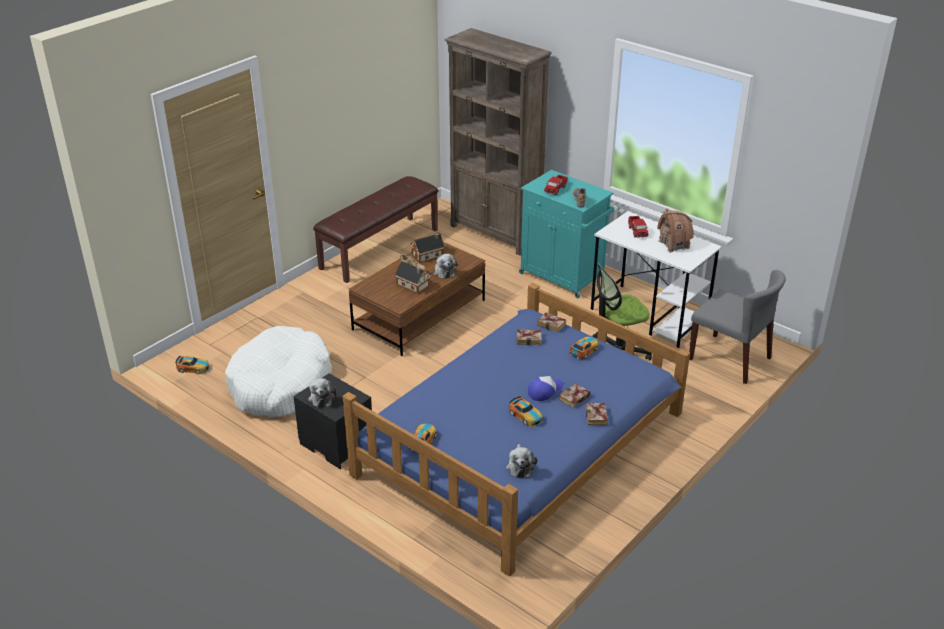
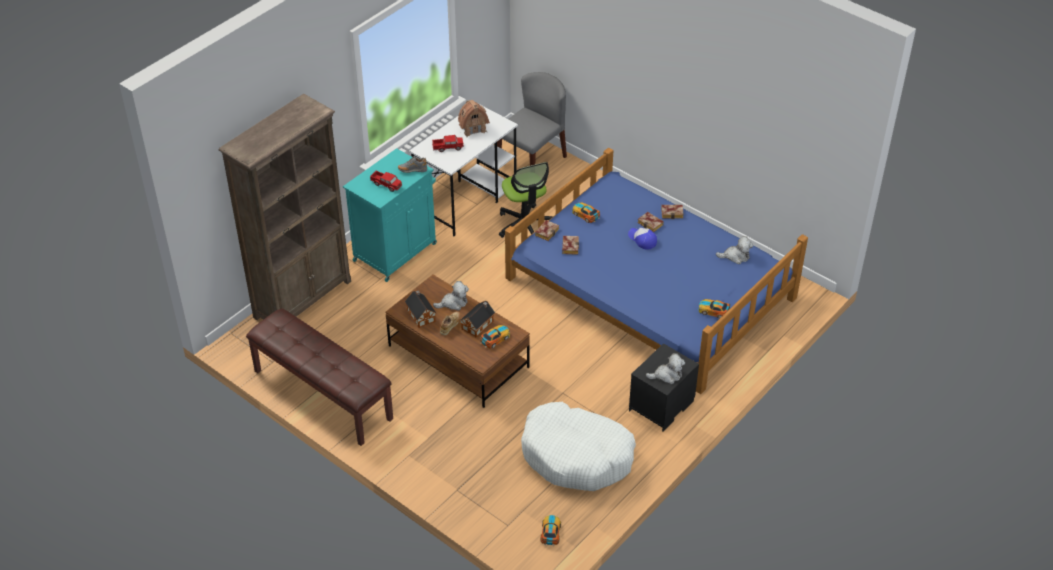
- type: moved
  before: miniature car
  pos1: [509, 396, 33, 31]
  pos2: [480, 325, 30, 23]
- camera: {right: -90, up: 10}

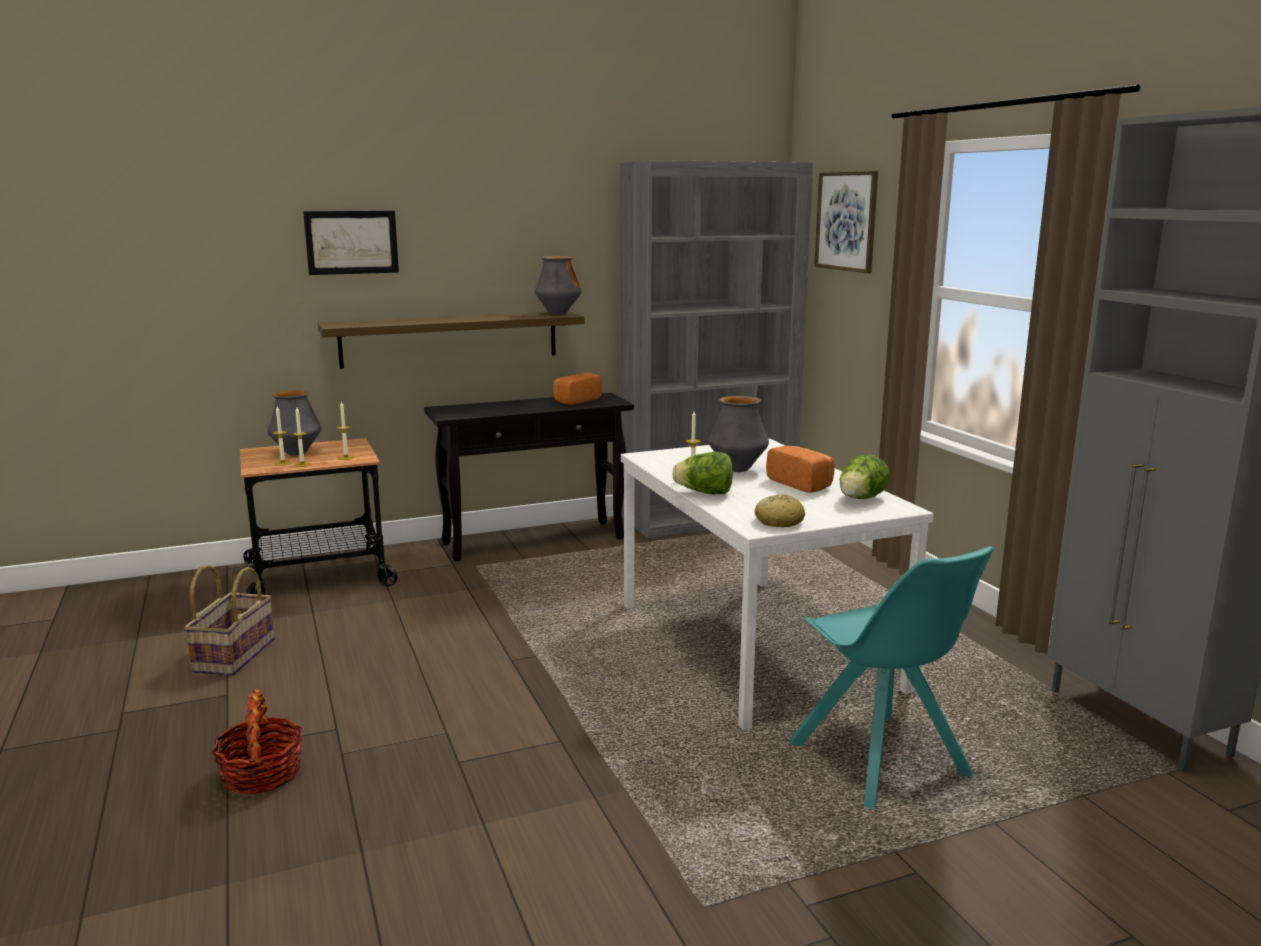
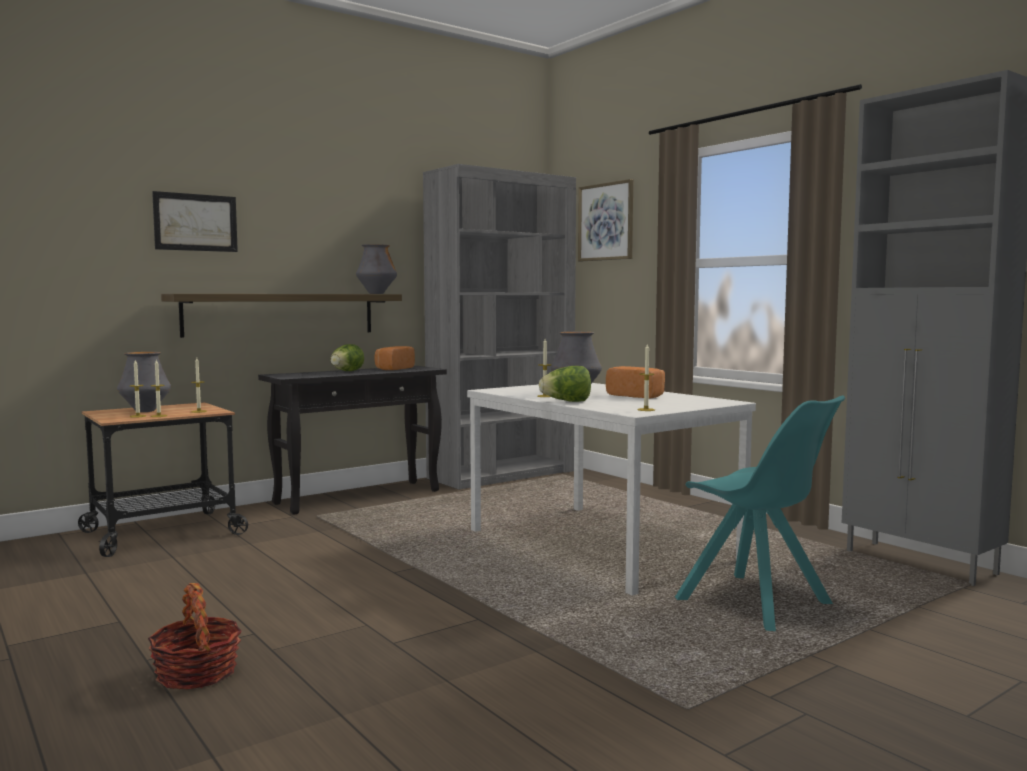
- type: moved
  before: lettuce
  pos1: [840, 455, 50, 44]
  pos2: [330, 344, 34, 27]
- type: replaced
  before: bread
  after: wax candle
  pos1: [755, 494, 50, 33]
  pos2: [637, 344, 18, 67]
- type: removed
  before: basket
  pos1: [184, 564, 91, 112]
- camera: {right: -15, up: -10}

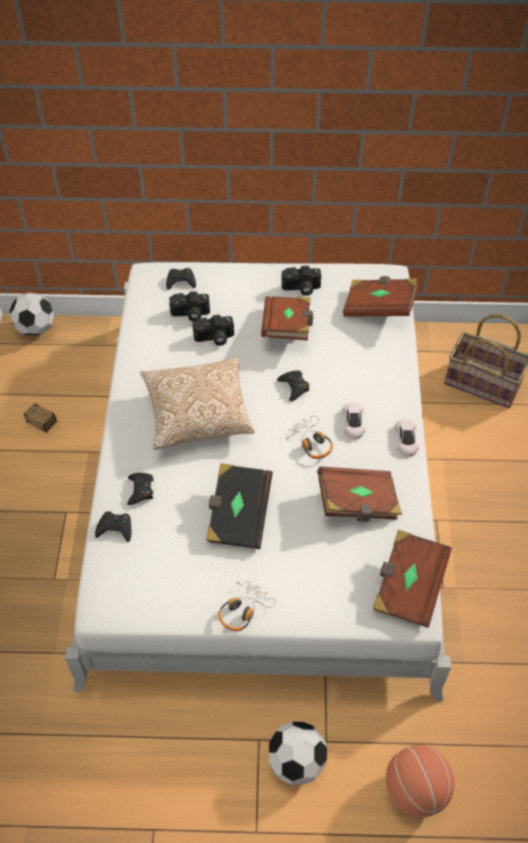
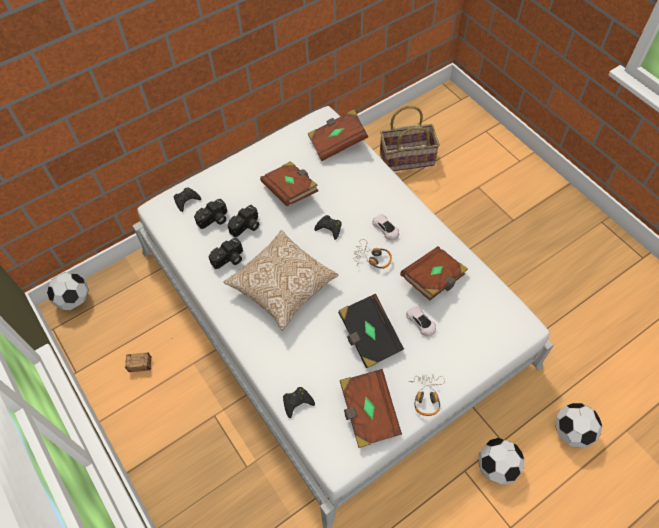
- type: moved
  before: still camera
  pos1: [281, 266, 40, 30]
  pos2: [208, 238, 35, 31]
- type: moved
  before: book (brownish)
  pos1: [373, 530, 79, 97]
  pos2: [340, 369, 62, 79]
- type: moved
  before: miniature car (white-coloured)
  pos1: [395, 419, 24, 38]
  pos2: [406, 306, 30, 31]
- type: replaced
  before: ball for basketball
  after: ball for football
  pos1: [386, 745, 69, 73]
  pos2: [555, 403, 47, 45]
- type: removed
  before: joypad (black-coloured)
  pos1: [127, 473, 27, 32]
- camera: {right: -35, up: 5}

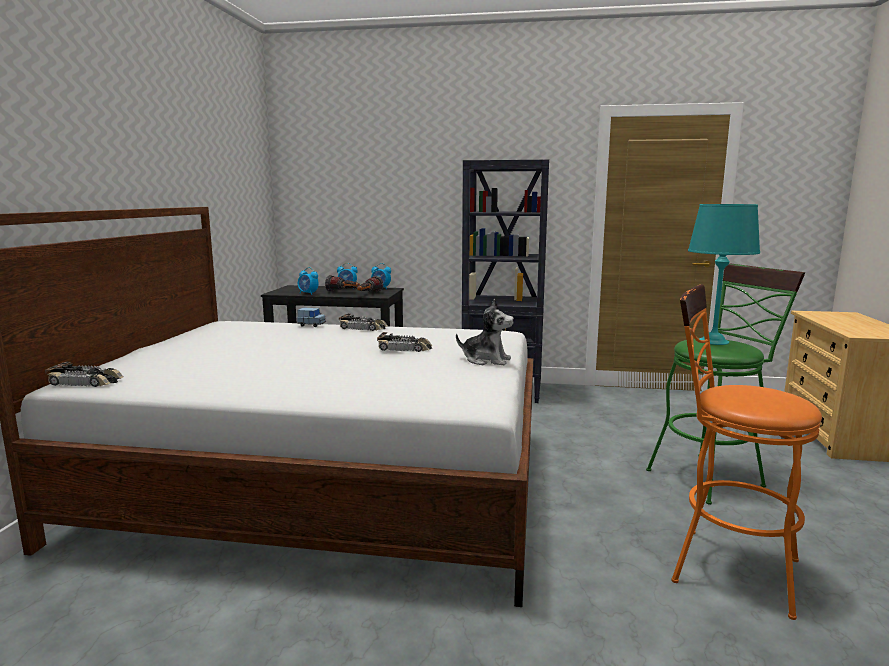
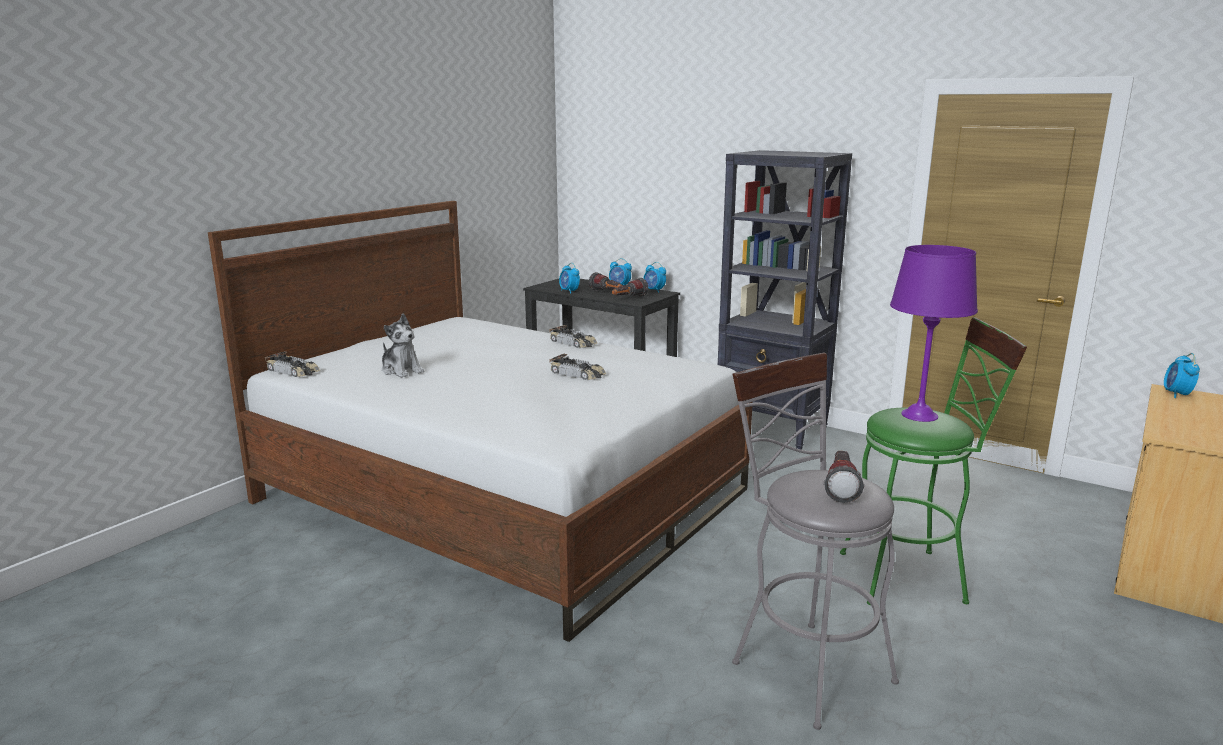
- type: moved
  before: plush toy
  pos1: [456, 299, 58, 67]
  pos2: [382, 314, 42, 64]
- type: recoloured
  before: stool seat (orange-coloured)
  after: stool seat (greyish)
  pos1: [671, 284, 151, 336]
  pos2: [732, 353, 167, 377]
- type: added
  after: torch
  pos2: [824, 451, 40, 52]
- type: recoloured
  before: table lamp (blue-green)
  after: table lamp (purple)
  pos1: [688, 204, 72, 141]
  pos2: [890, 245, 88, 177]
- type: added
  after: bedside clock
  pos2: [1164, 353, 36, 45]
- type: removed
  before: miniature car (blue-coloured)
  pos1: [297, 308, 29, 19]
- camera: {right: 25, up: 5}

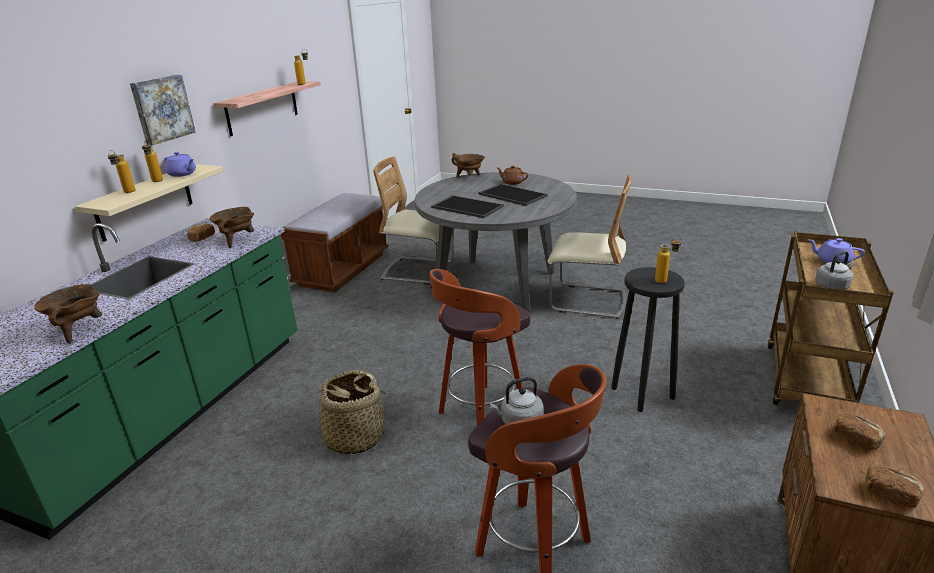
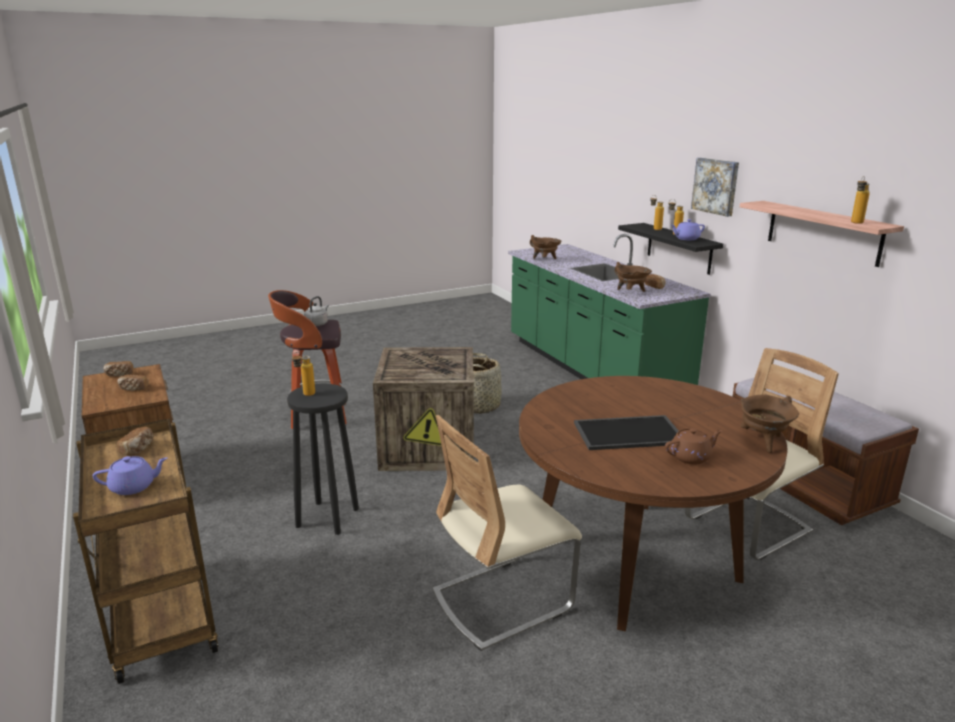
- type: replaced
  before: tea kettle (greyish)
  after: bread
  pos1: [815, 251, 40, 39]
  pos2: [117, 427, 37, 29]
- type: replaced
  before: stool seat
  after: packing crate
  pos1: [429, 269, 101, 157]
  pos2: [373, 347, 101, 124]
- type: recoloured
  before: dining table (greyish)
  after: dining table (brownish)
  pos1: [415, 172, 162, 141]
  pos2: [519, 376, 269, 256]
- type: recoloured
  before: shelf (beige-coloured)
  after: shelf (black-coloured)
  pos1: [75, 164, 149, 78]
  pos2: [618, 223, 105, 52]
- type: removed
  before: carrying tray
  pos1: [431, 195, 73, 23]
- camera: {right: 130, up: -5}

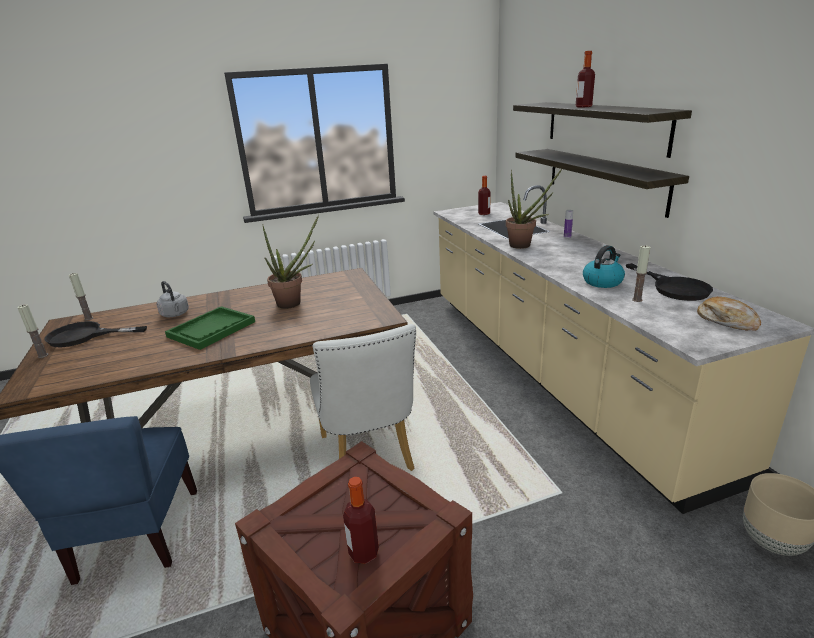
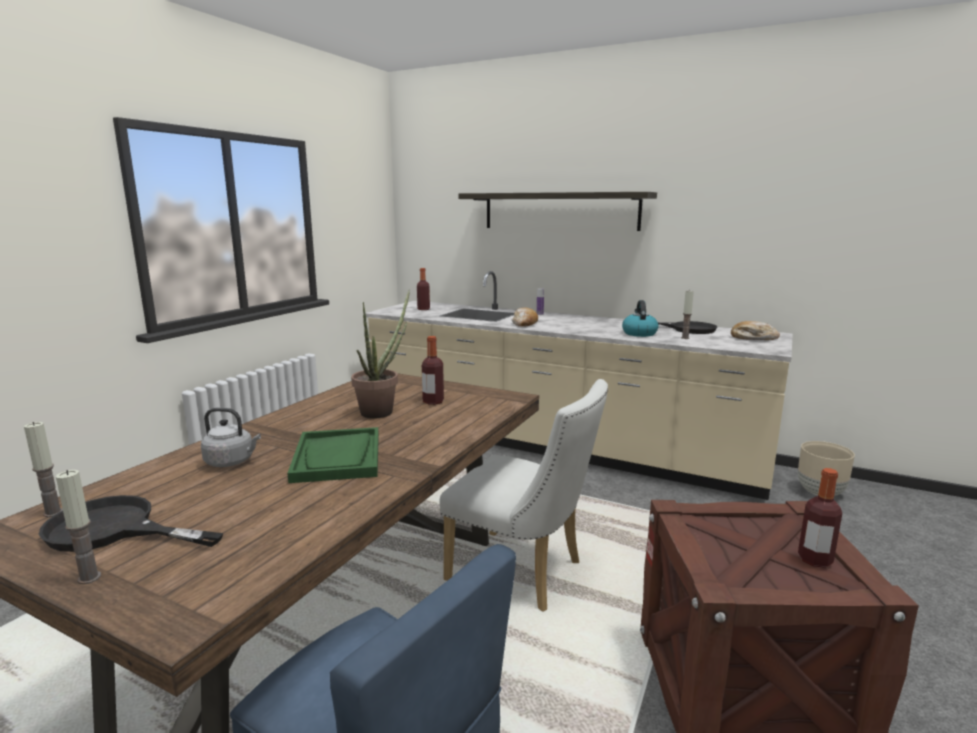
- type: turned
  before: pan (black-coloured)
  pos1: [44, 321, 103, 26]
  pos2: [38, 495, 185, 57]
  turn: 60
- type: moved
  before: beverage bottle
  pos1: [576, 51, 19, 57]
  pos2: [422, 336, 22, 69]
- type: replaced
  before: houseplant
  after: bread
  pos1: [506, 169, 56, 80]
  pos2: [512, 307, 26, 20]
- type: removed
  before: shelf
  pos1: [515, 149, 174, 69]
- camera: {right: -45, up: -10}

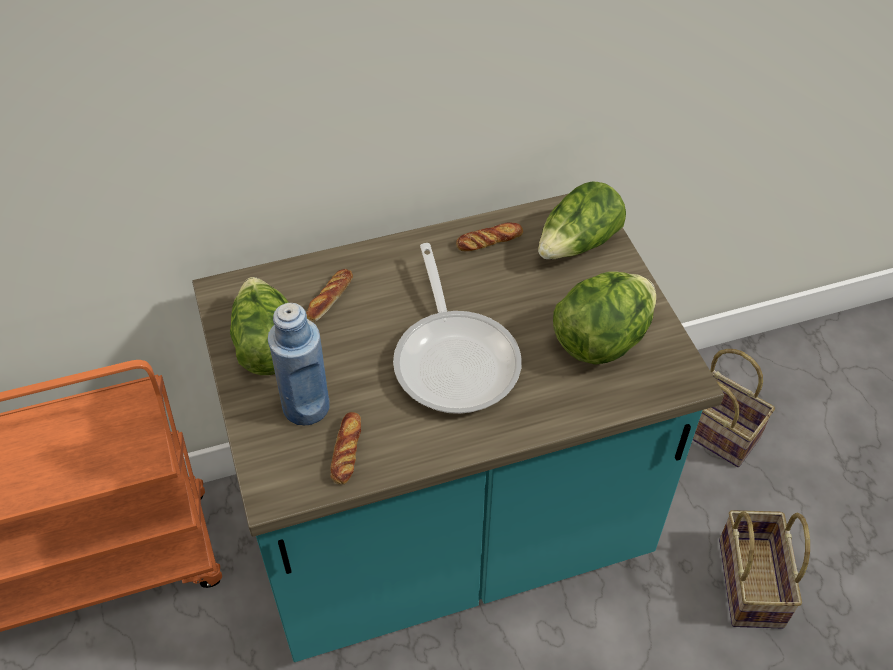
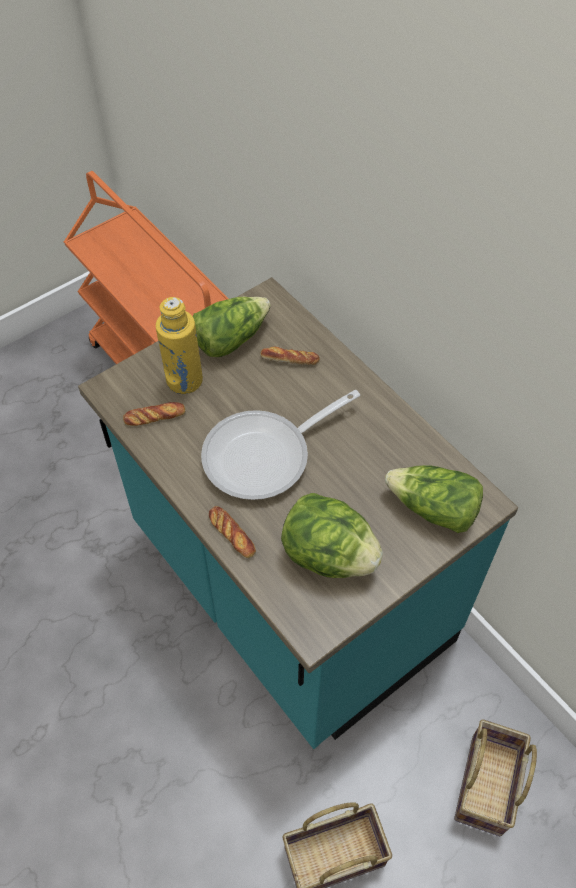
- type: recoloured
  before: beverage bottle (blue-coloured)
  after: beverage bottle (yellow)
  pos1: [268, 303, 62, 123]
  pos2: [156, 297, 47, 97]
- type: moved
  before: bread
  pos1: [456, 222, 67, 29]
  pos2: [209, 506, 47, 52]
- camera: {right: 70, up: 5}

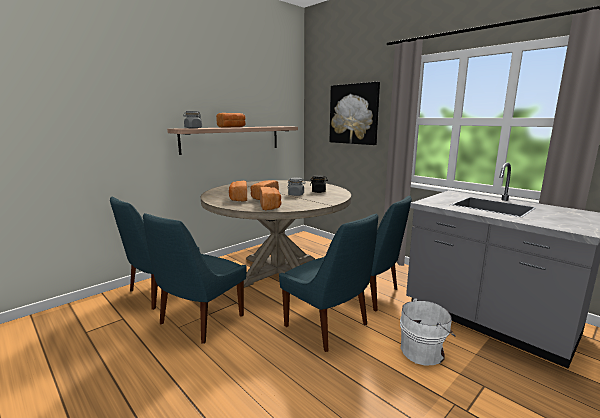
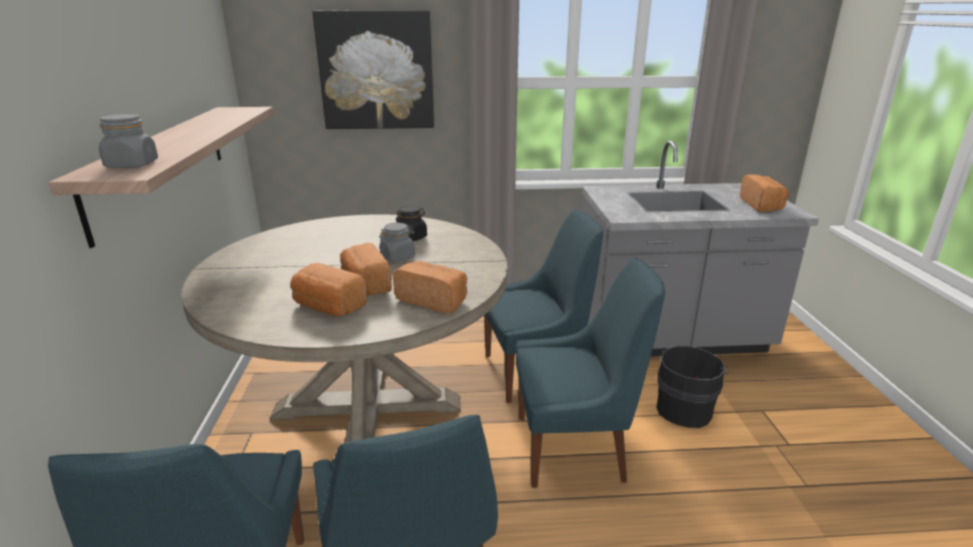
- type: recoloured
  before: water bucket (white-coloured)
  after: water bucket (black-coloured)
  pos1: [400, 298, 56, 67]
  pos2: [656, 346, 74, 82]
- type: moved
  before: bread
  pos1: [216, 113, 30, 14]
  pos2: [740, 174, 49, 38]
- camera: {right: -50, up: 10}

